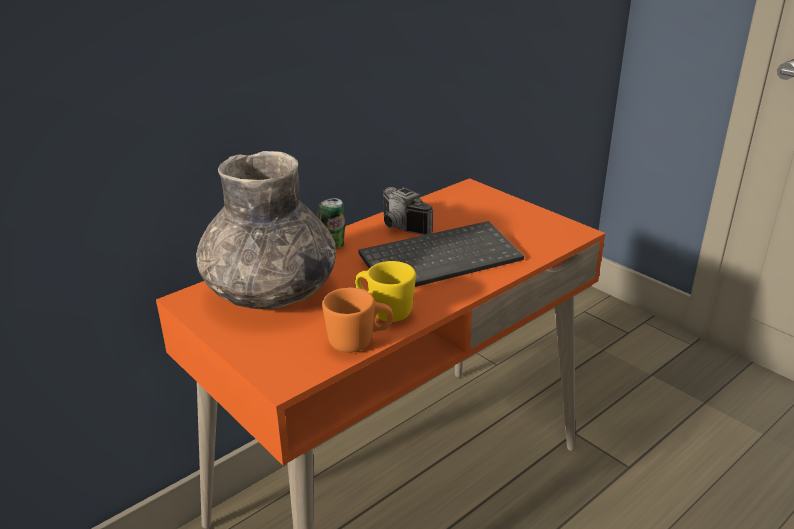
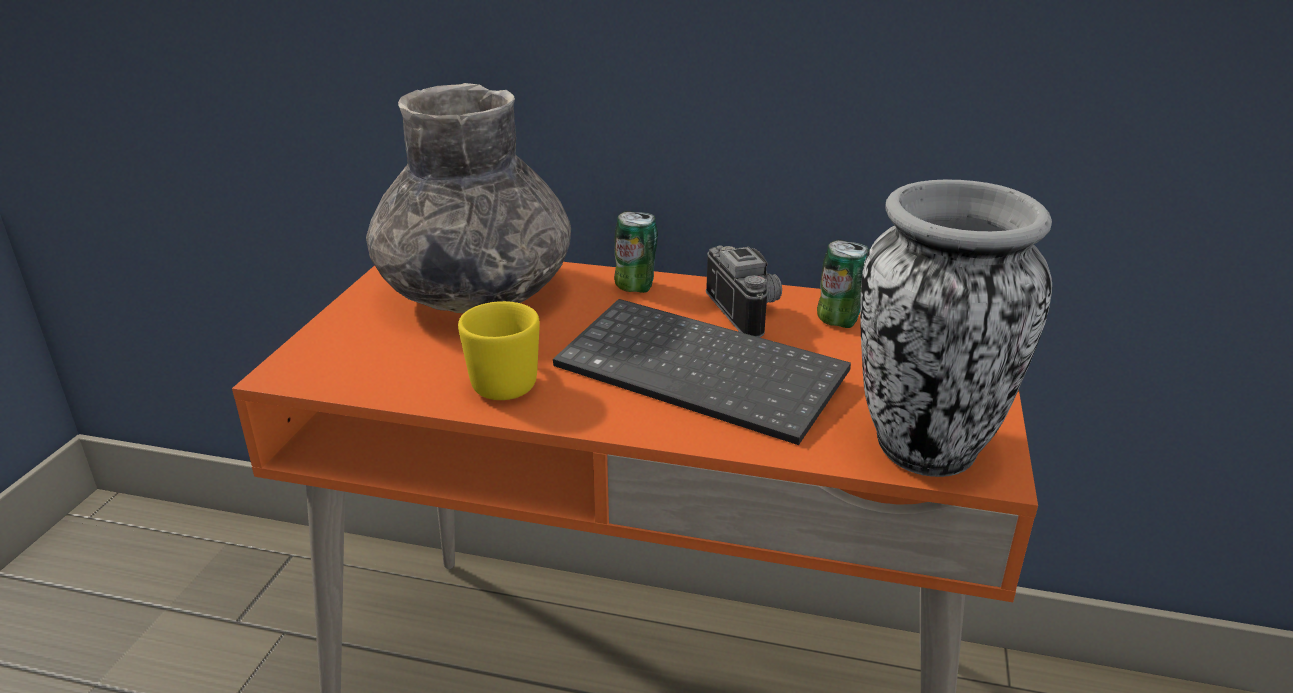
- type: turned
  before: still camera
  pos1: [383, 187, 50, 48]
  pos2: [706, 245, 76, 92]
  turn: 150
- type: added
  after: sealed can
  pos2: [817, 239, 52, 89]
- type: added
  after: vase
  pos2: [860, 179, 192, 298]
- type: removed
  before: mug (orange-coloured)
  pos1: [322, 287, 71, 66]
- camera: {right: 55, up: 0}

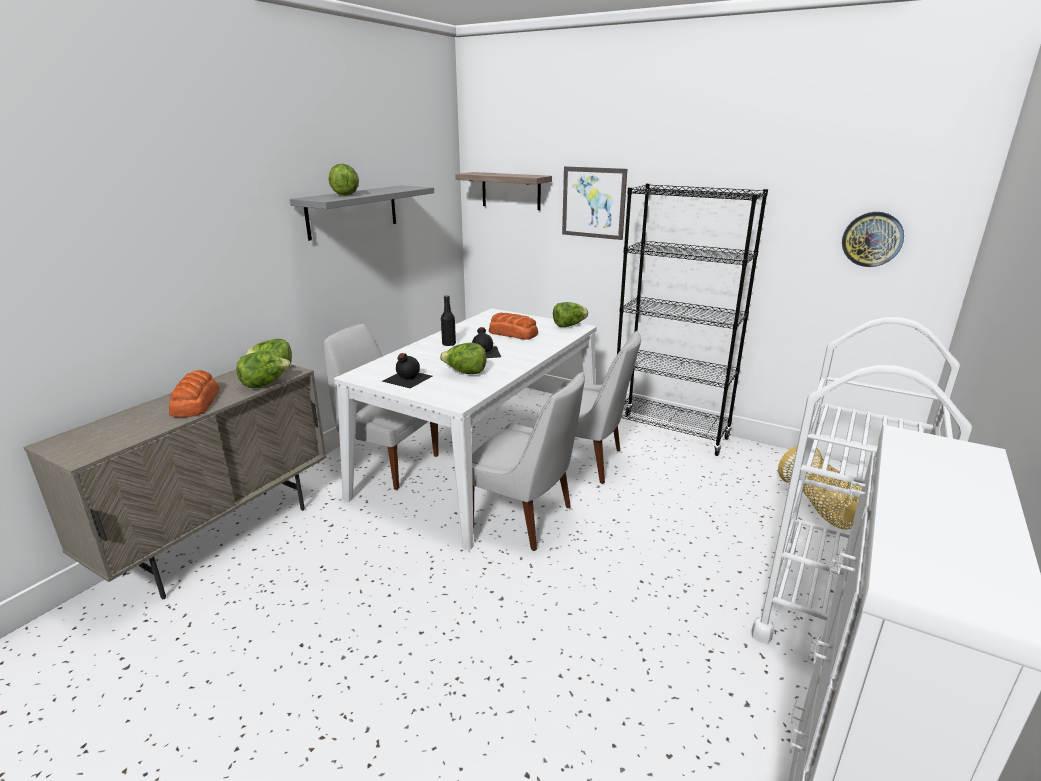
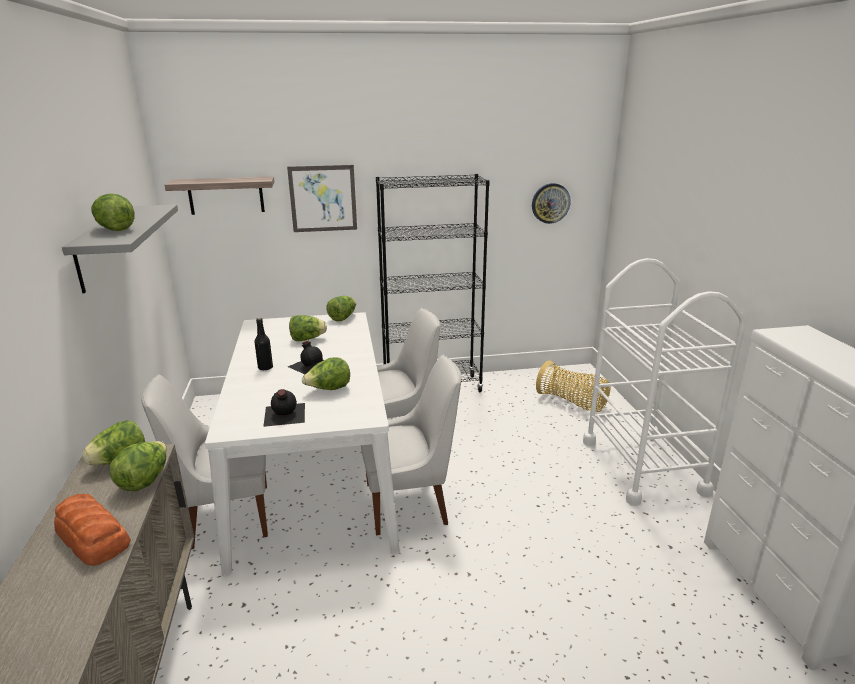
- type: replaced
  before: bread
  after: lettuce
  pos1: [489, 313, 49, 27]
  pos2: [289, 315, 38, 26]
- camera: {right: -40, up: 0}

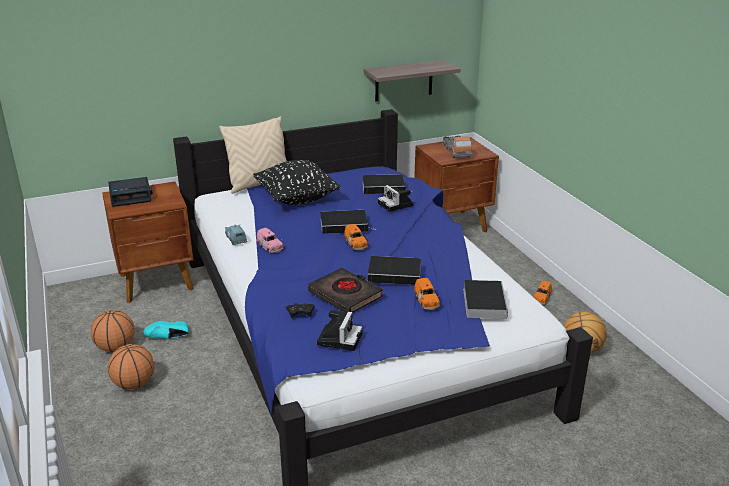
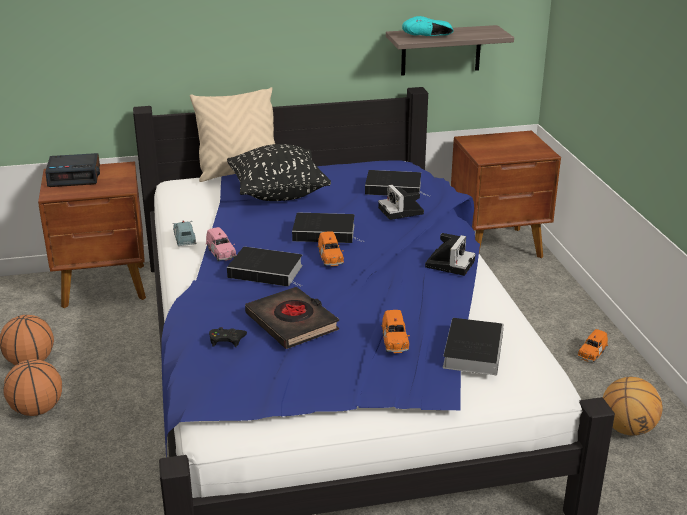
- type: moved
  before: book
  pos1: [368, 256, 53, 29]
  pos2: [227, 247, 76, 40]
- type: moved
  before: low shoe (blue-green)
  pos1: [143, 321, 46, 18]
  pos2: [402, 16, 52, 20]
- type: moved
  before: still camera
  pos1: [317, 310, 45, 41]
  pos2: [425, 233, 50, 43]
- type: removed
  before: toy lorry
  pos1: [443, 136, 30, 22]
- camera: {right: 10, up: 0}

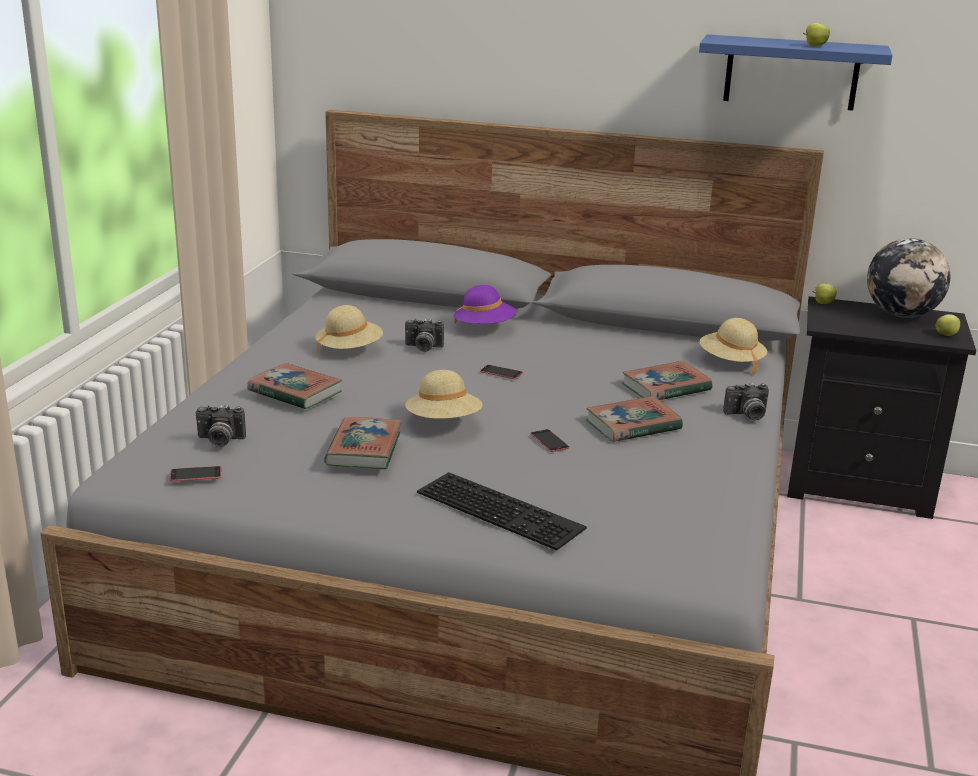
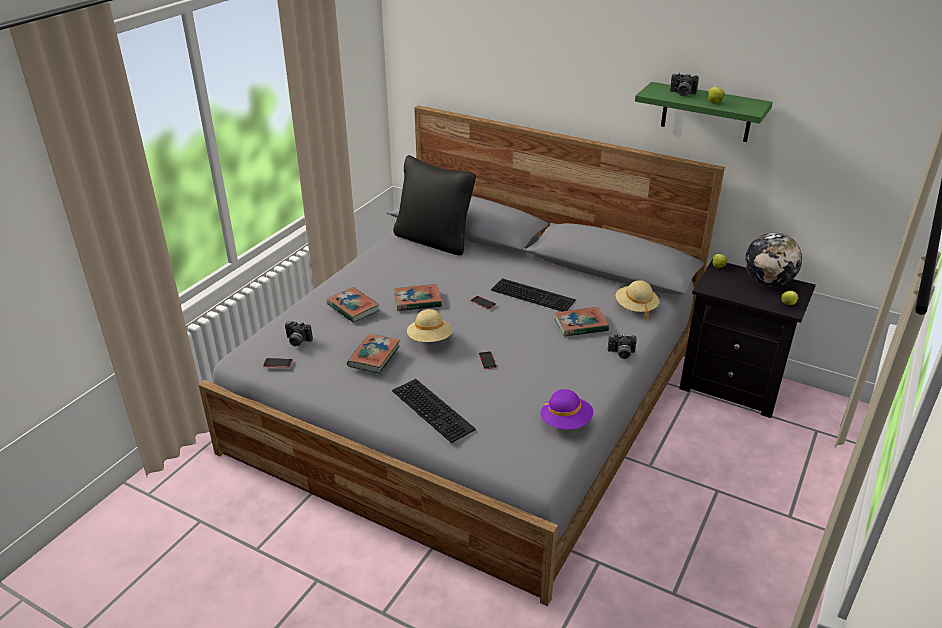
- type: added
  after: cushion (black-coloured)
  pos2: [393, 155, 83, 100]
- type: moved
  before: book
  pos1: [586, 396, 97, 46]
  pos2: [394, 284, 48, 27]
- type: added
  after: computer keyboard
  pos2: [491, 278, 85, 33]
- type: moved
  before: clothing hat (purple)
  pos1: [454, 285, 62, 39]
  pos2: [541, 389, 52, 40]
- type: recoloured
  before: shelf (blue-coloured)
  after: shelf (green-coloured)
  pos1: [699, 35, 194, 76]
  pos2: [635, 82, 138, 60]
- type: moved
  before: still camera
  pos1: [405, 318, 39, 34]
  pos2: [670, 73, 29, 23]
- type: removed
  before: clothing hat (beige-coloured)
  pos1: [315, 305, 68, 51]
- camera: {right: 15, up: 10}

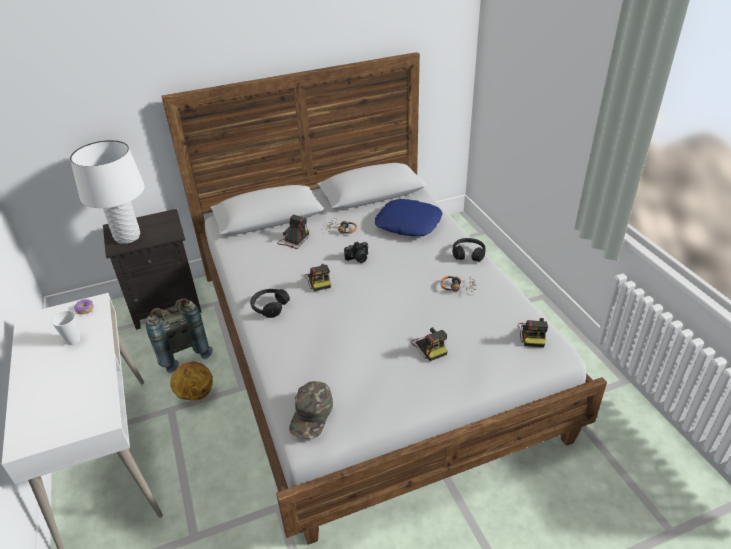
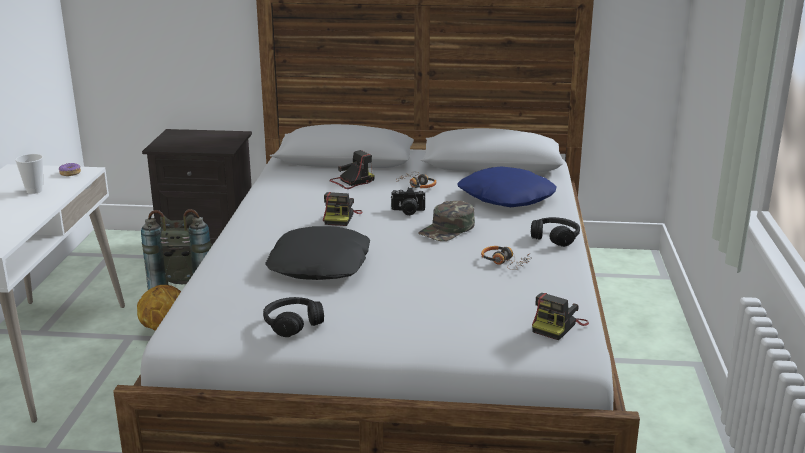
- type: moved
  before: headset (black-coloured)
  pos1: [250, 289, 40, 29]
  pos2: [263, 297, 61, 40]
- type: added
  after: cushion (black-coloured)
  pos2: [265, 226, 105, 54]
- type: moved
  before: baseball cap (green-coloured)
  pos1: [289, 381, 44, 58]
  pos2: [418, 201, 57, 40]
- type: removed
  before: table lamp (white-coloured)
  pos1: [70, 140, 75, 104]
- type: removed
  before: still camera
  pos1: [411, 327, 37, 34]
- camera: {right: 25, up: -15}

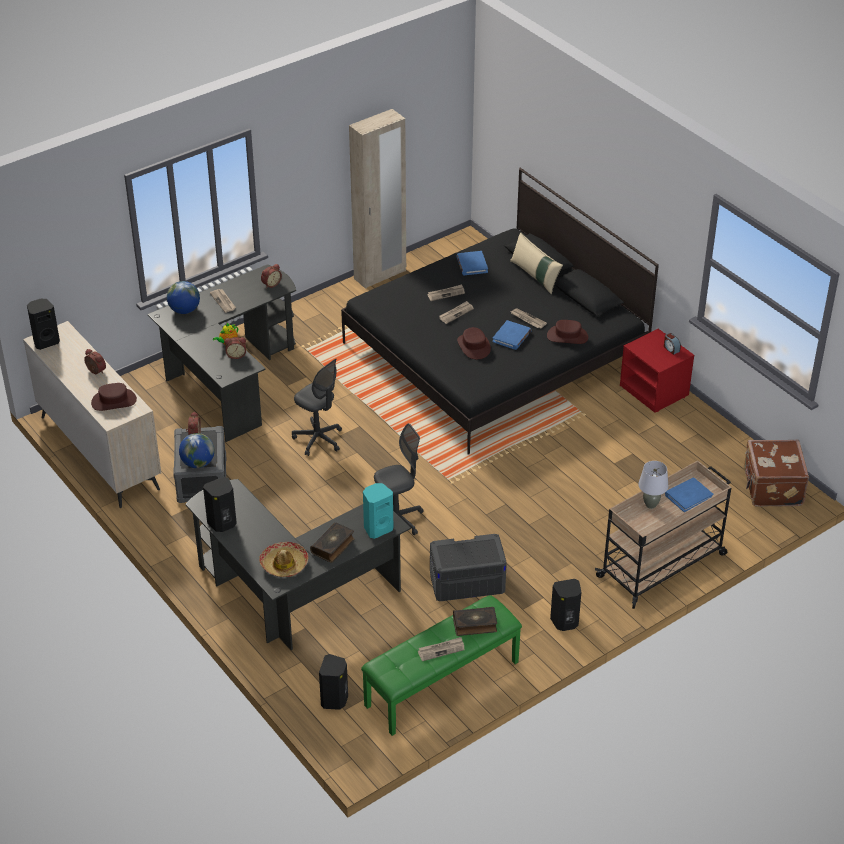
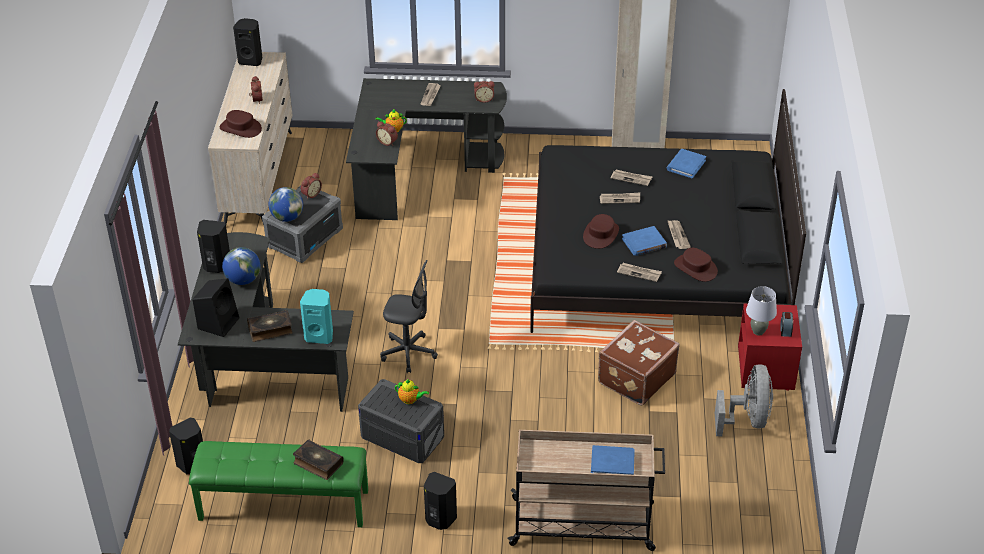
- type: replaced
  before: clothing hat
  after: loudspeaker (black-coloured)
  pos1: [259, 542, 49, 35]
  pos2: [193, 278, 47, 59]
- type: moved
  before: desk globe
  pos1: [167, 281, 33, 33]
  pos2: [222, 247, 38, 38]
- type: added
  after: tea pot
  pos2: [395, 379, 34, 25]
- type: moved
  before: piece of luggage (brownish)
  pos1: [744, 440, 65, 67]
  pos2: [598, 320, 82, 85]
- type: moved
  before: newspaper
  pos1: [418, 637, 47, 24]
  pos2: [617, 263, 45, 19]
- type: added
  after: cooling fan (greyish)
  pos2: [715, 364, 58, 73]
- type: moved
  before: table lamp (greyish)
  pos1: [638, 461, 30, 48]
  pos2: [746, 286, 31, 50]
- type: removed
  before: desk chair (greyish)
  pos1: [292, 359, 50, 97]
- type: removed
  before: cushion (beige-coloured)
  pos1: [510, 232, 53, 62]
- camera: {right: 40, up: 0}

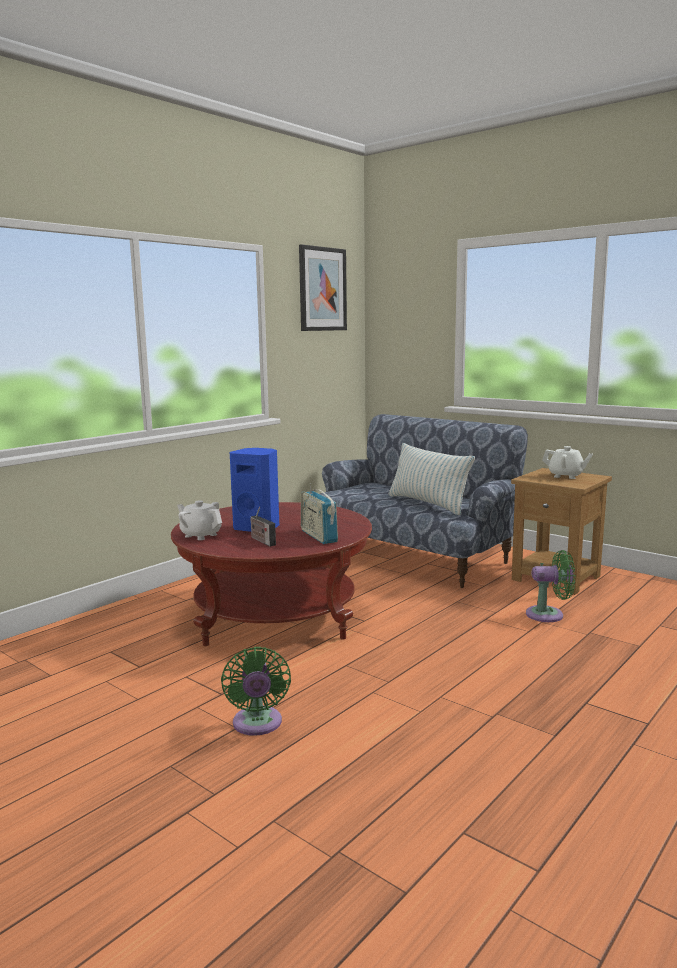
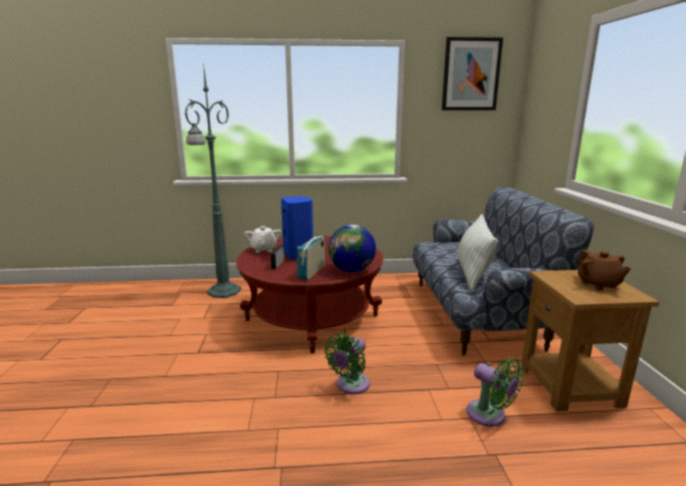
- type: added
  after: standard lamp (green-coloured)
  pos2: [185, 62, 56, 236]
- type: moved
  before: cooling fan (green-coloured)
  pos1: [221, 647, 70, 89]
  pos2: [324, 333, 46, 61]
- type: added
  after: desk globe
  pos2: [328, 225, 48, 47]
- type: recoloured
  before: tea pot (white-coloured)
  after: tea pot (brownish)
  pos1: [542, 446, 51, 33]
  pos2: [578, 250, 53, 40]
- camera: {right: 45, up: 5}

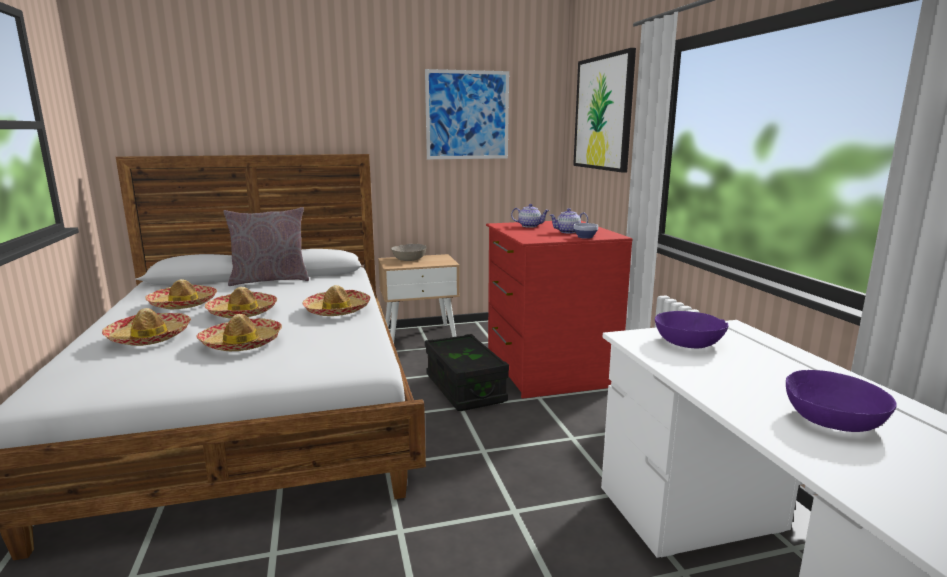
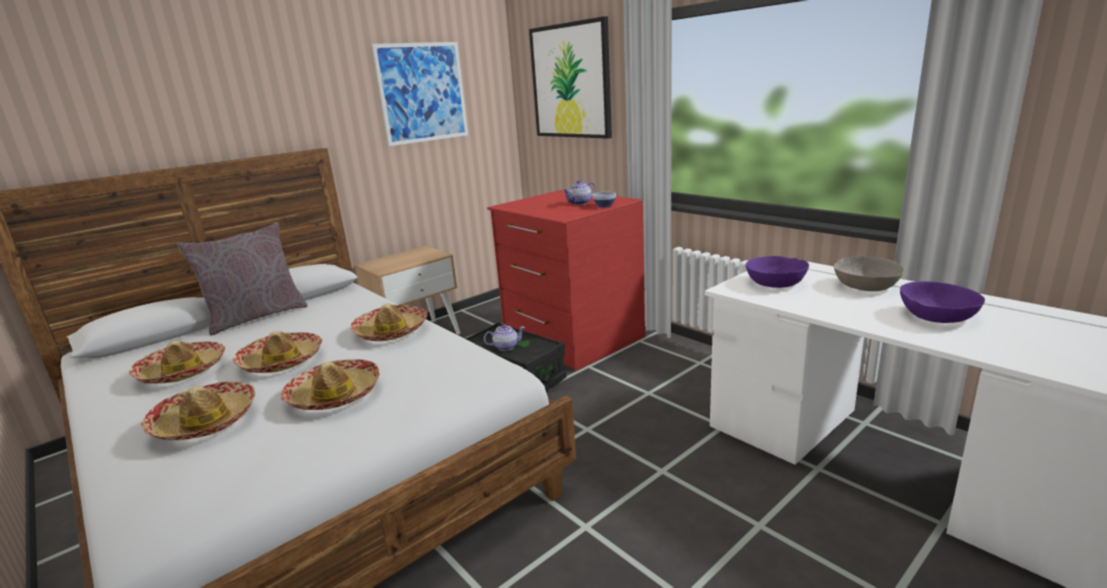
- type: moved
  before: tea pot
  pos1: [511, 204, 39, 24]
  pos2: [484, 324, 41, 27]
- type: moved
  before: deep dish (greyish)
  pos1: [391, 244, 35, 17]
  pos2: [834, 256, 70, 35]
- camera: {right: -25, up: 5}

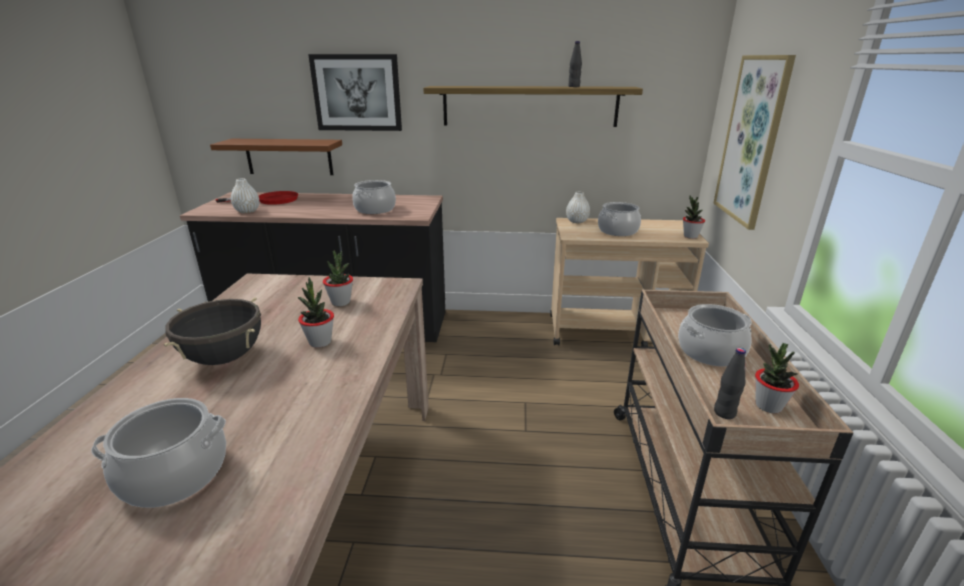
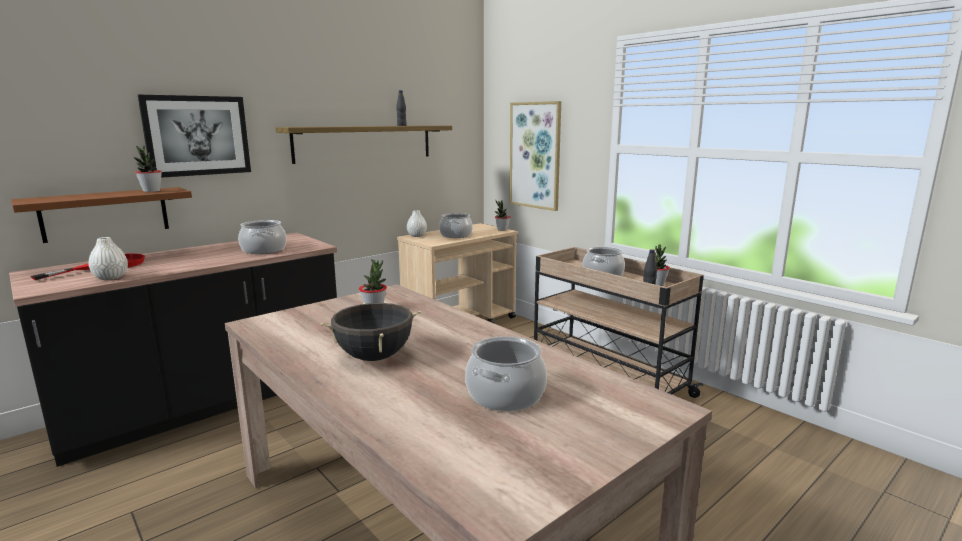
- type: moved
  before: houseplant
  pos1: [297, 277, 37, 71]
  pos2: [133, 146, 29, 46]
- camera: {right: -45, up: -10}

